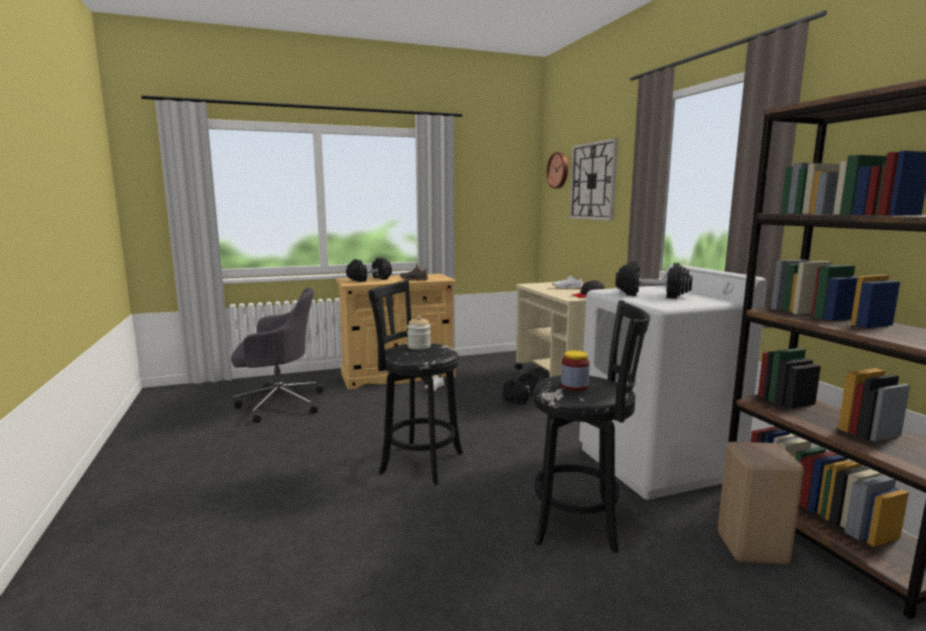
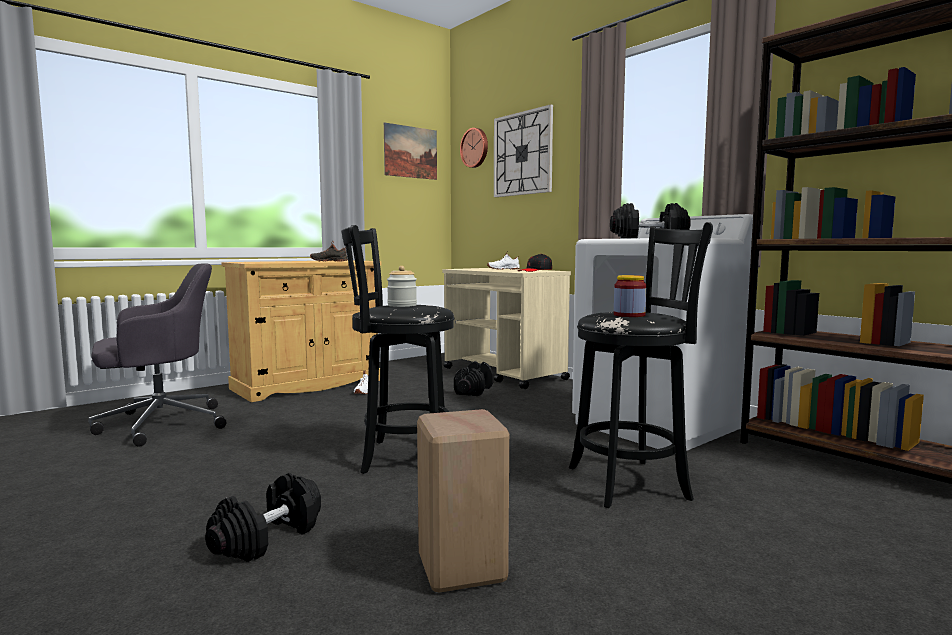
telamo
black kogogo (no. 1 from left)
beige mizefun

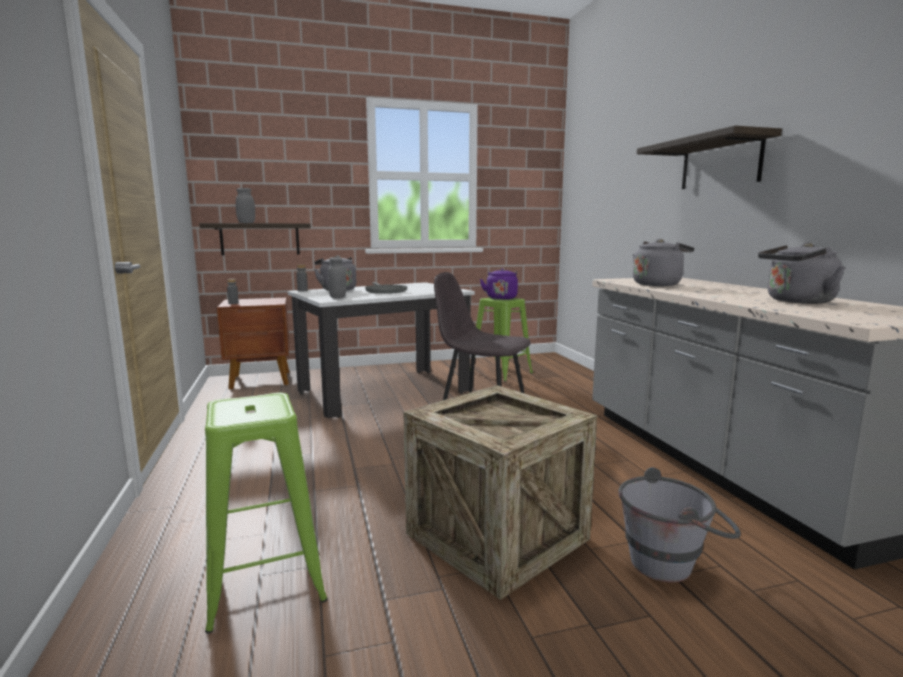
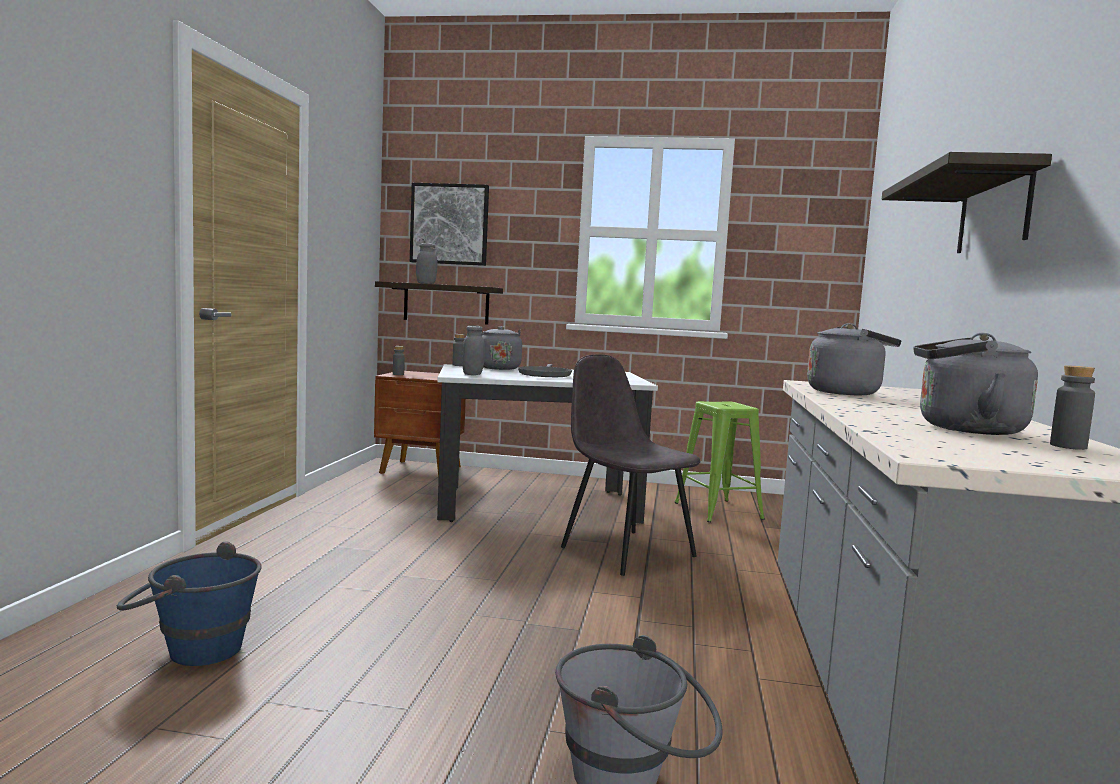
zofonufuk
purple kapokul
telamo
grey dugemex (no. 3 from left)
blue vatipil

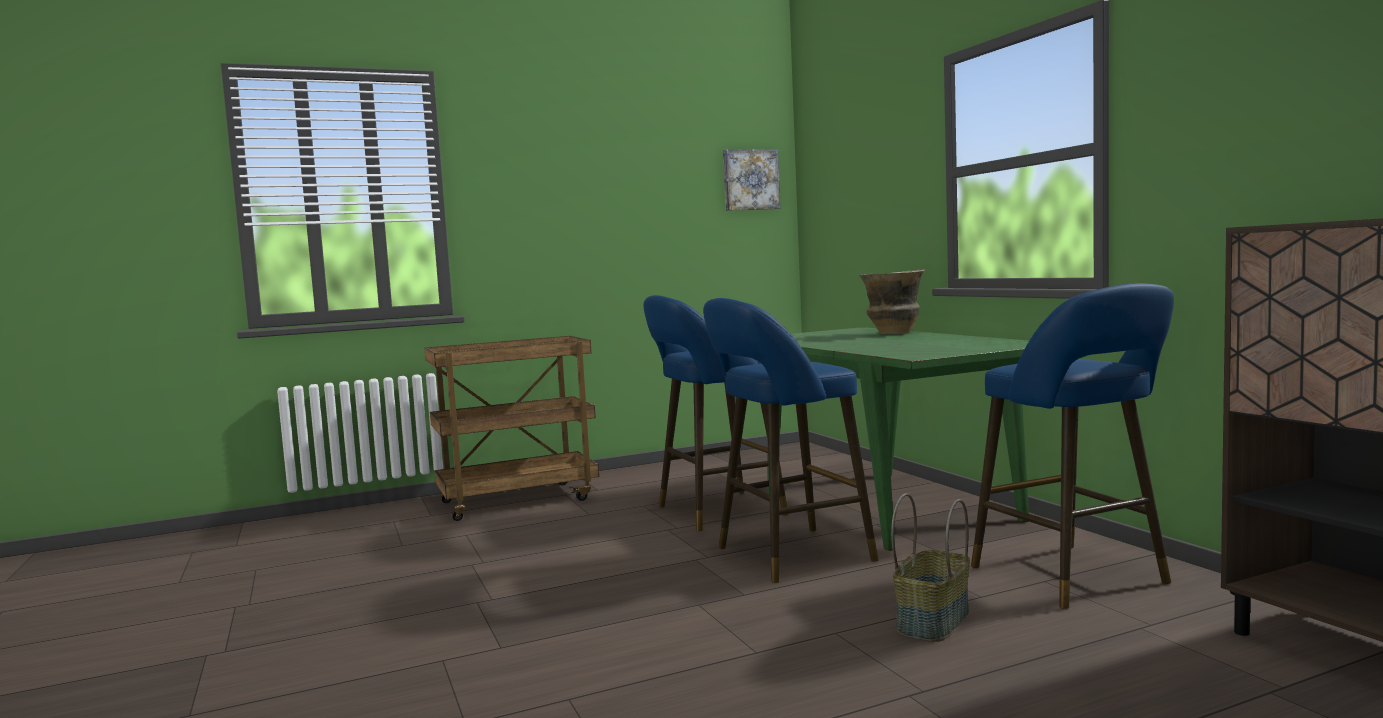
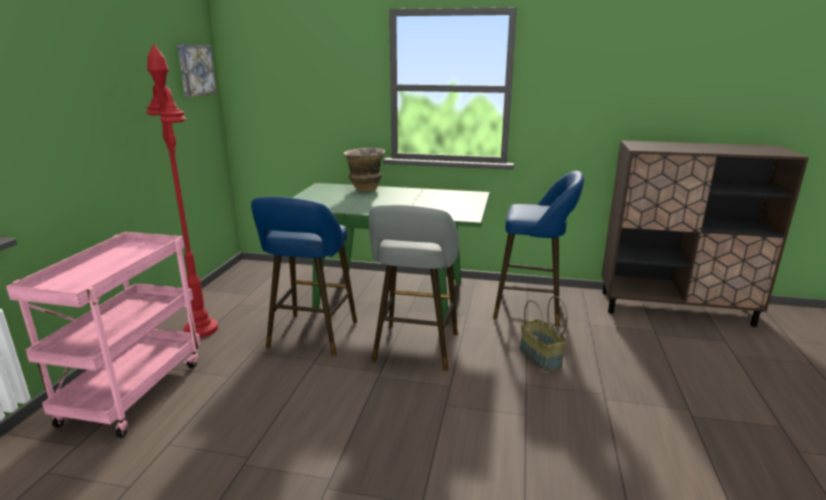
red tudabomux
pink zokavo
grey mizefun

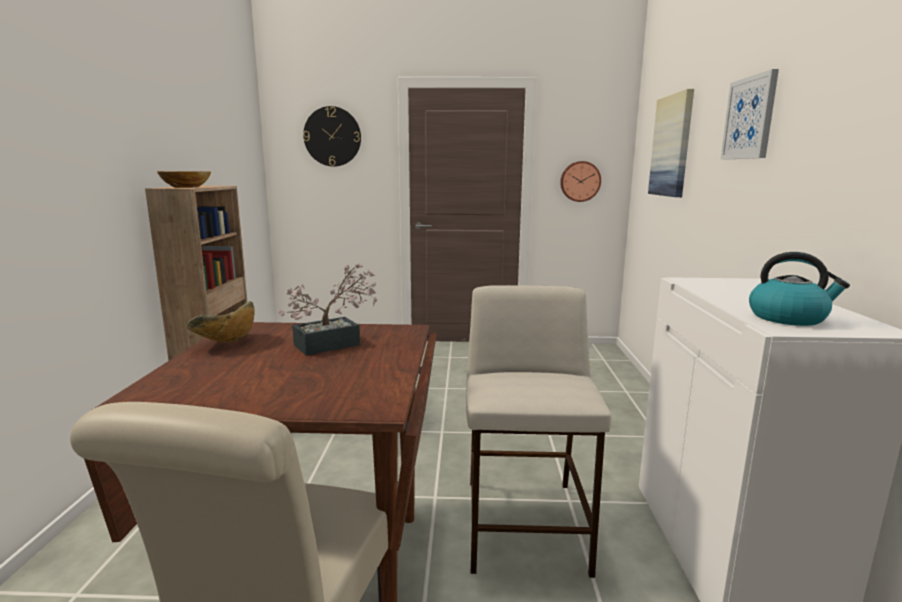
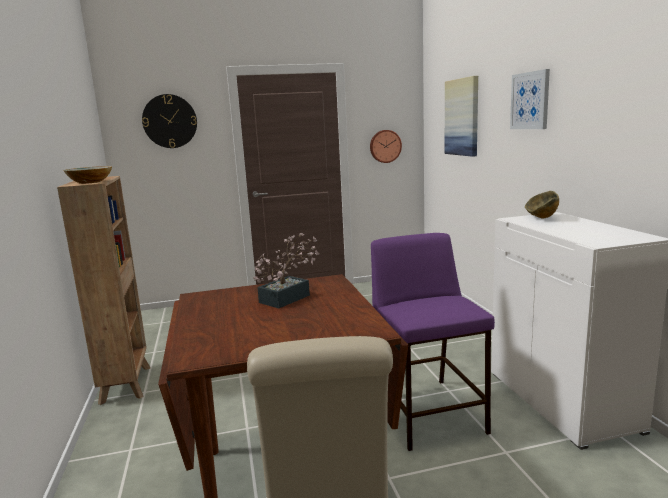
kapokul
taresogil (no. 2 from left)
purple mizefun

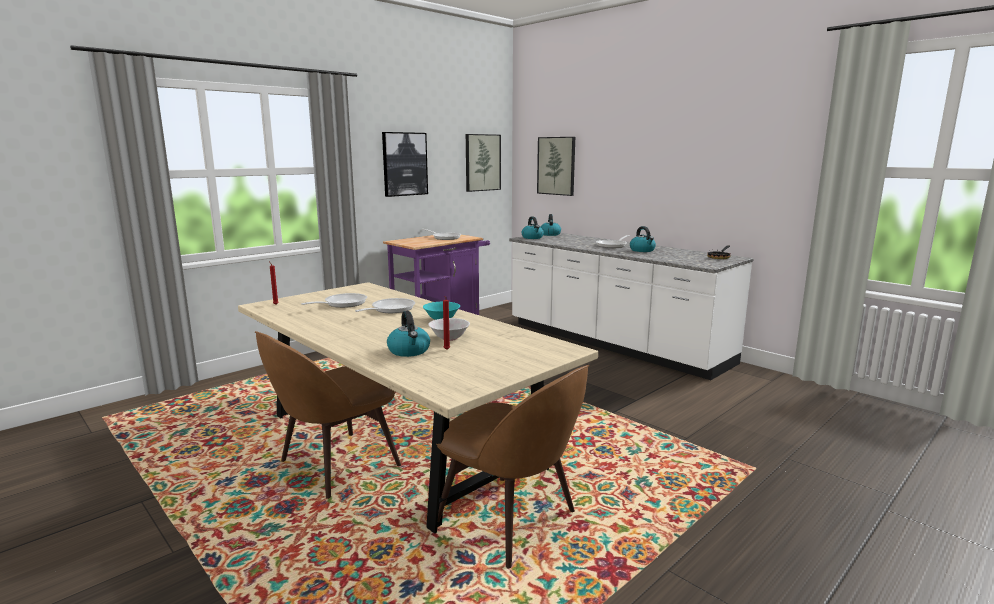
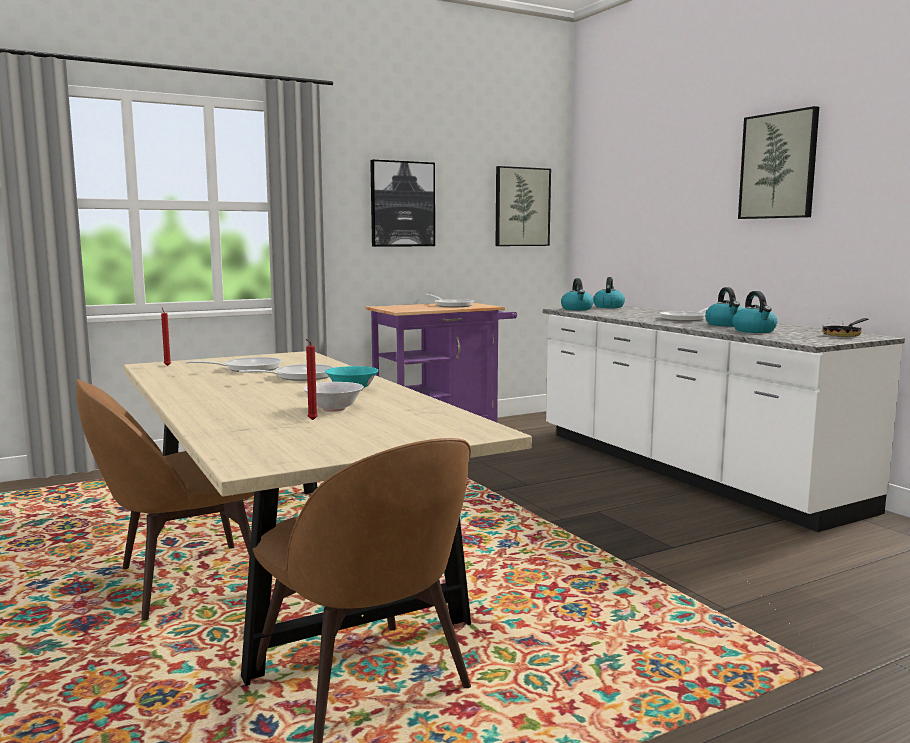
kapokul (no. 4 from left)
telamo (no. 3 from left)

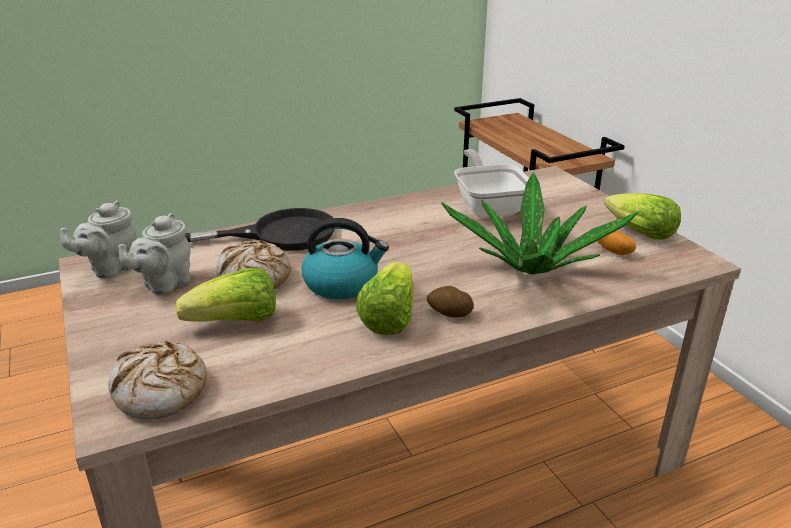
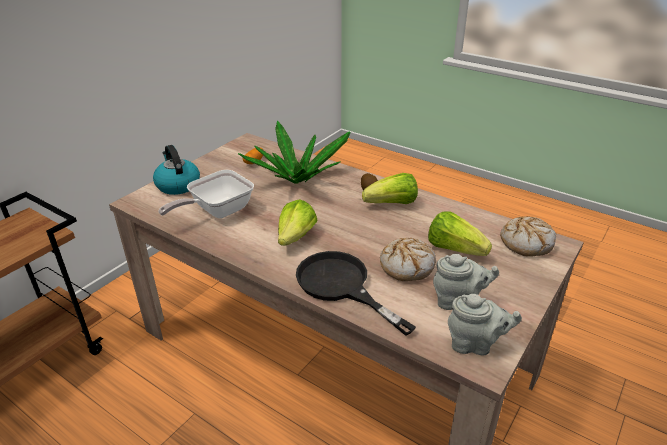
kapokul
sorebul (no. 1 from left)

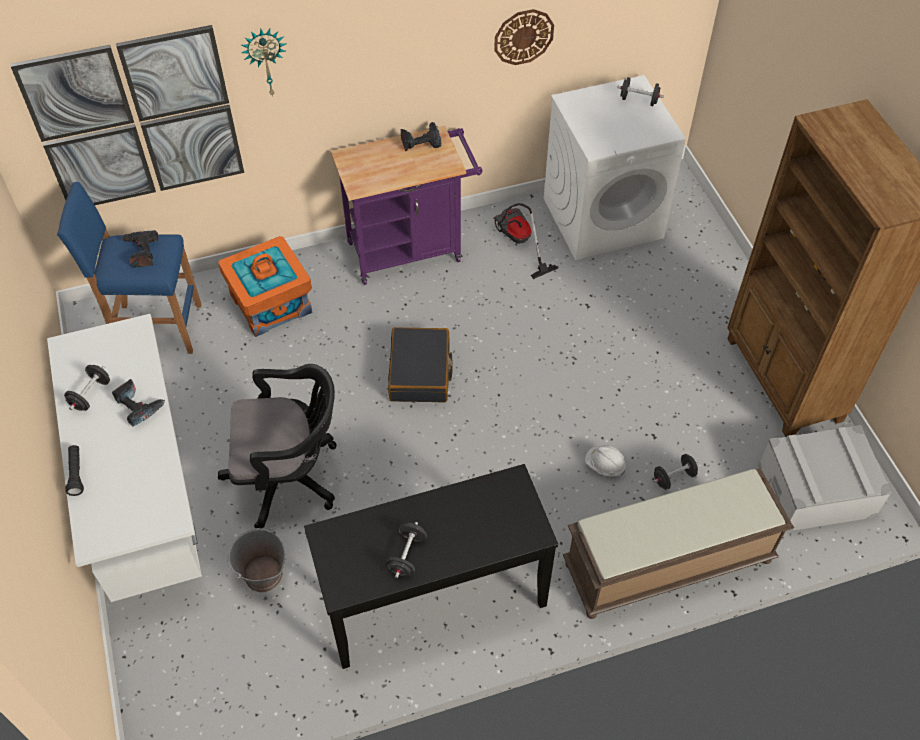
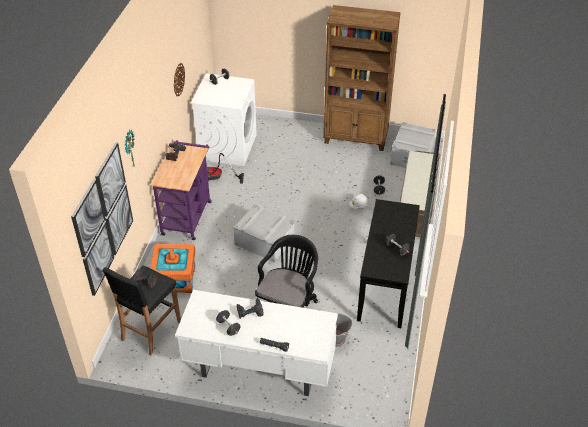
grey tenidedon (no. 1 from left)
black mizefun

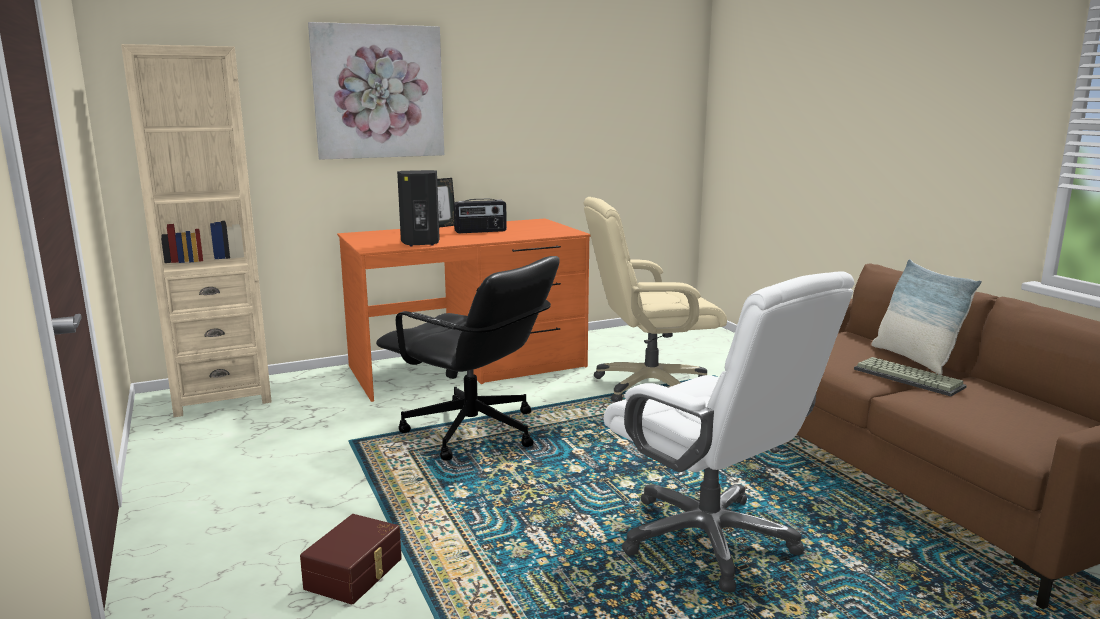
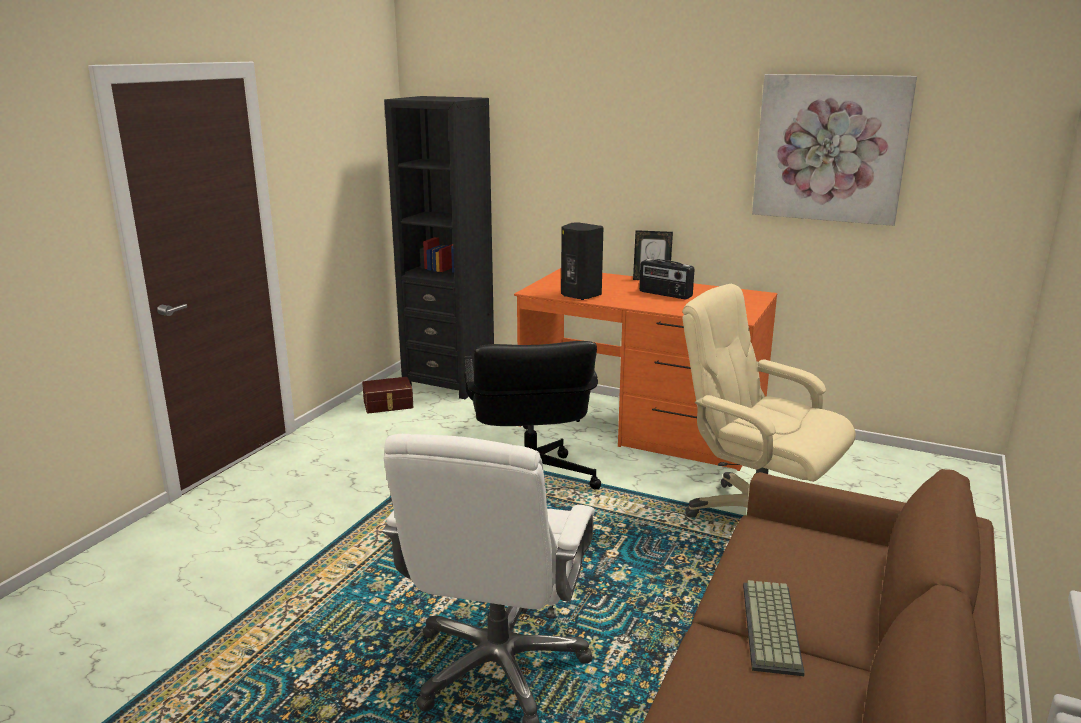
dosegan
brown tenidedon
telamo
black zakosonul

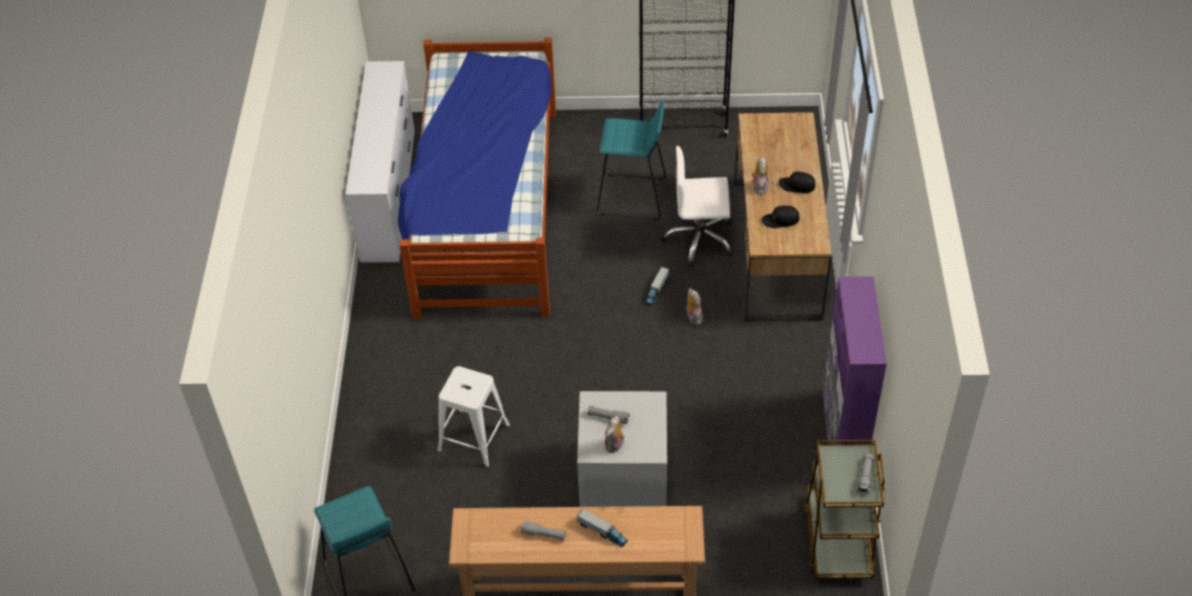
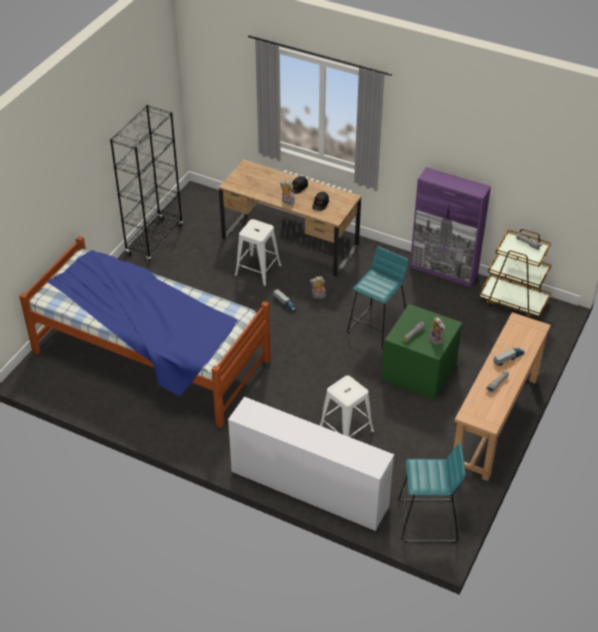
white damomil
turquoise mizefun (no. 1 from left)
white mizefun (no. 1 from left)
green tenidedon

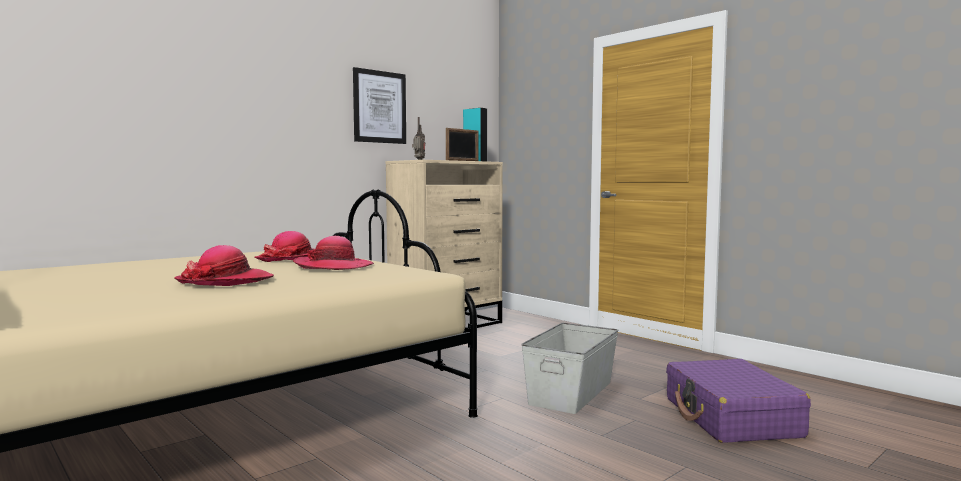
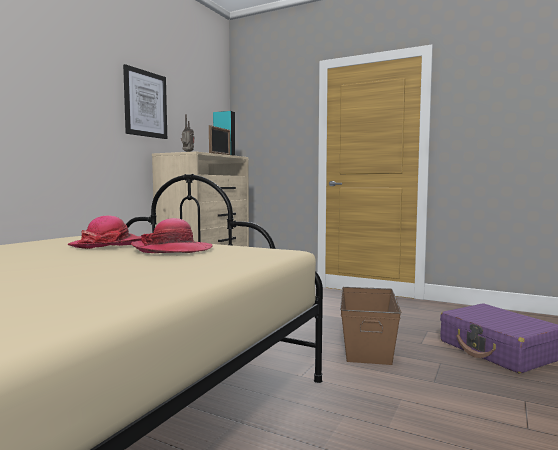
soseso (no. 1 from left in the first image)
brown tenidedon

